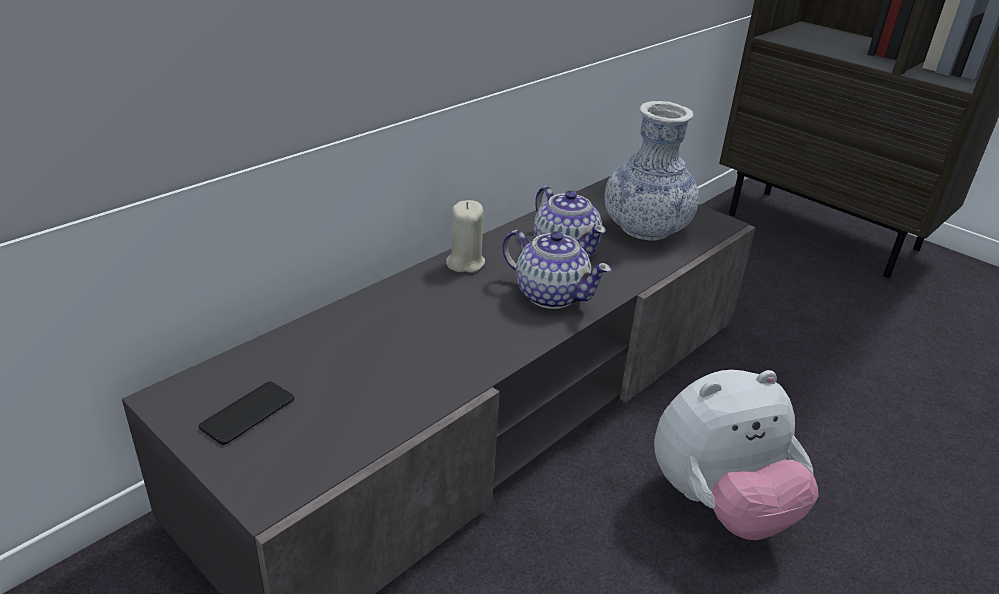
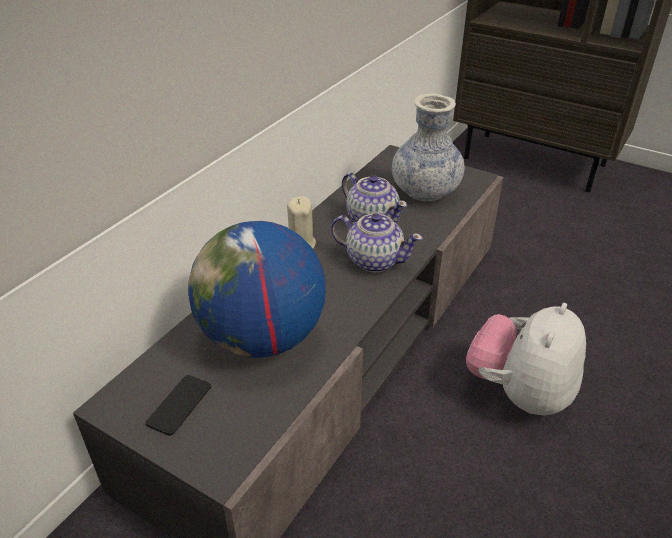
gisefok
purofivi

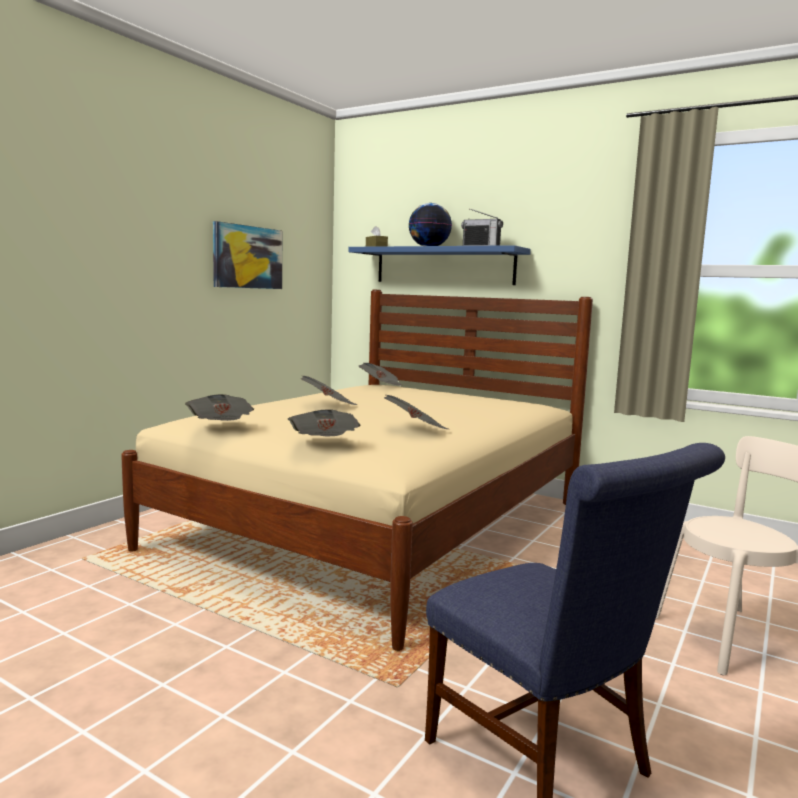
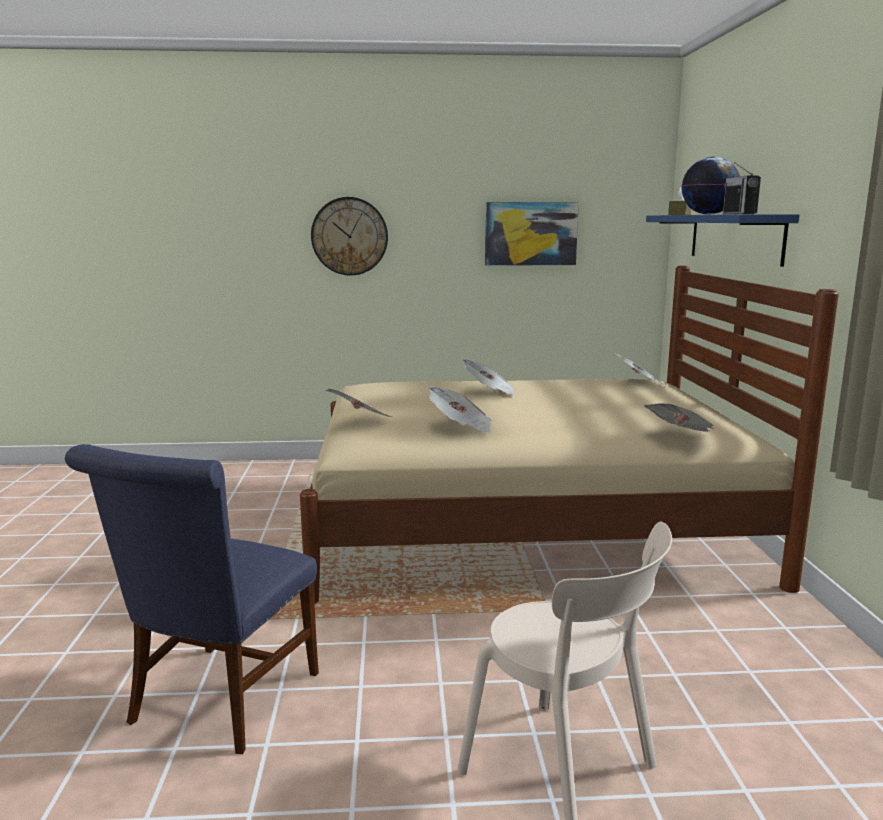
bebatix
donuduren (no. 5 from left)

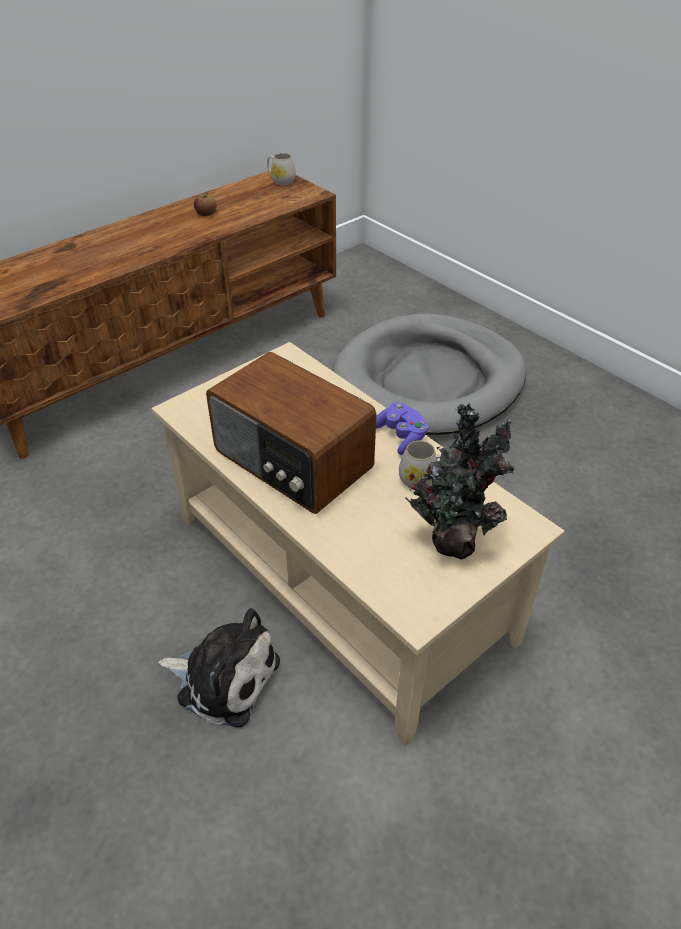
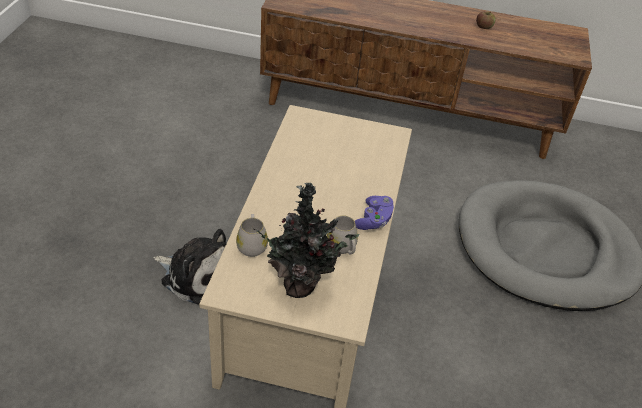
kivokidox
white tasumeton (no. 1 from left)
purofivi

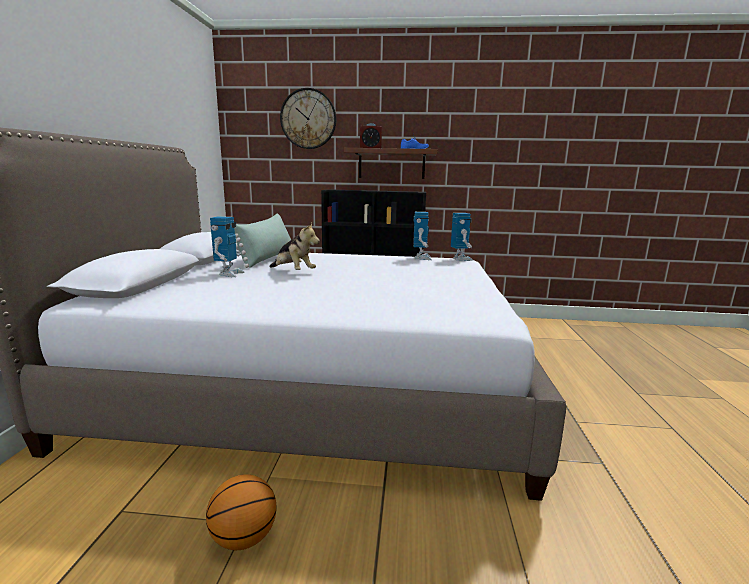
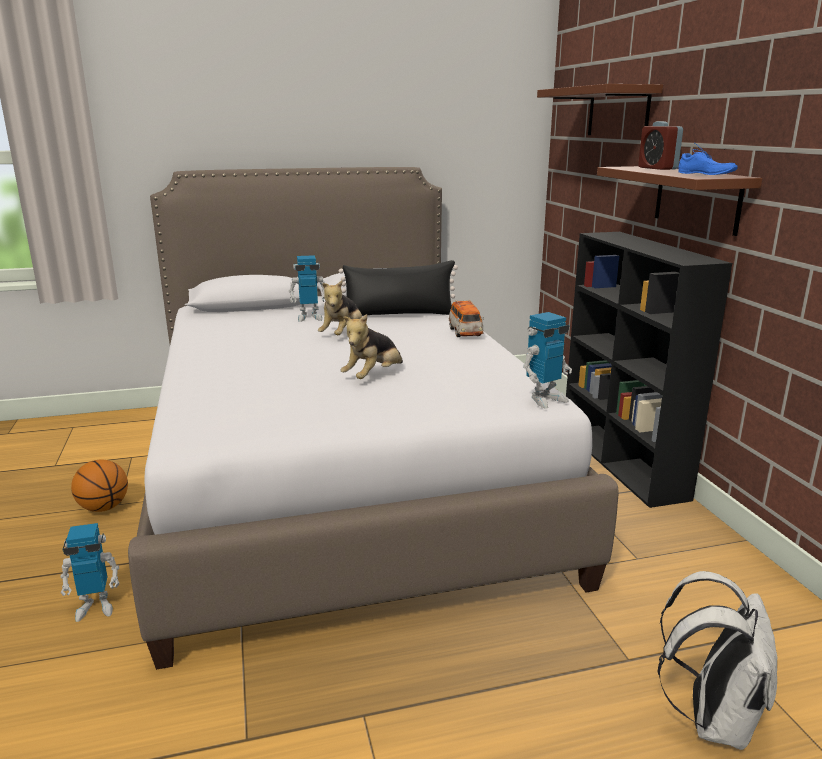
purofivi (no. 2 from left)
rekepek
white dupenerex
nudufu (no. 1 from left)
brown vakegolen (no. 1 from left)
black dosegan

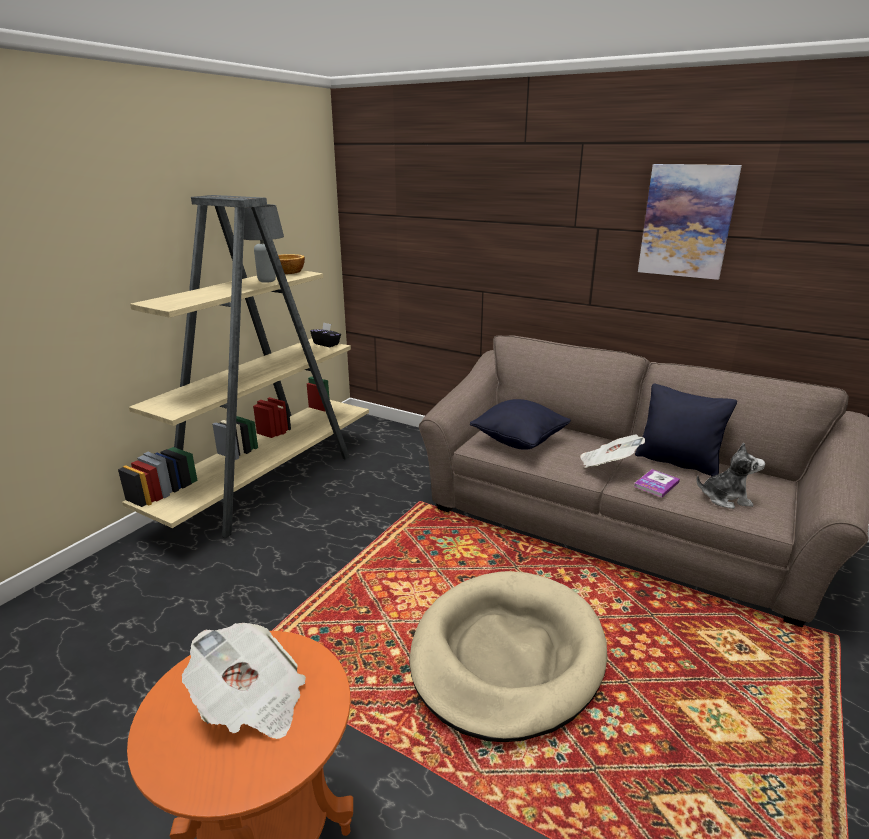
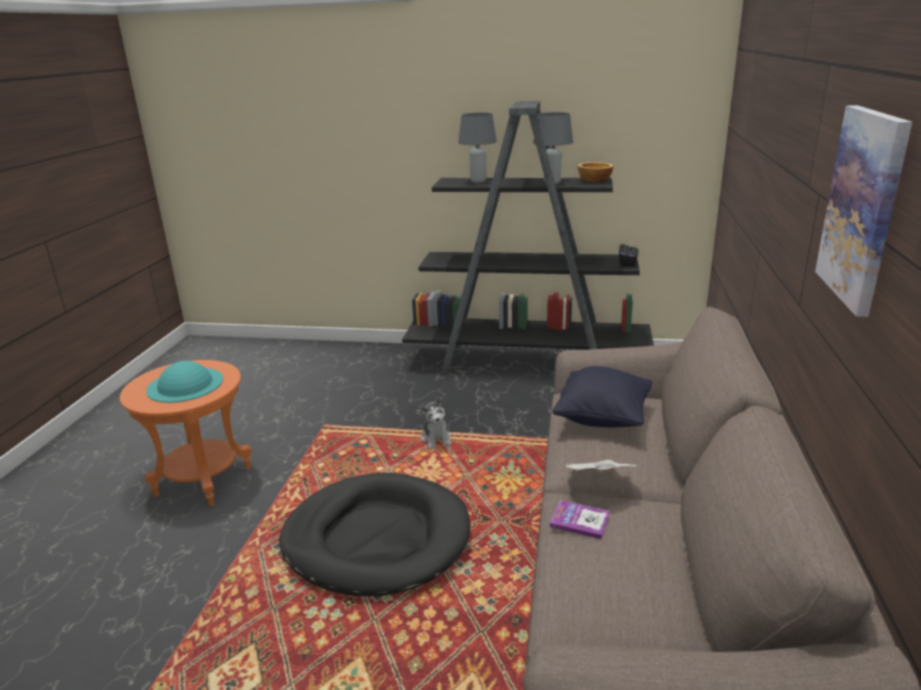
black dosegan (no. 2 from left in the first image)
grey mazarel (no. 1 from left)
purofivi
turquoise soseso
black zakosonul
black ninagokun

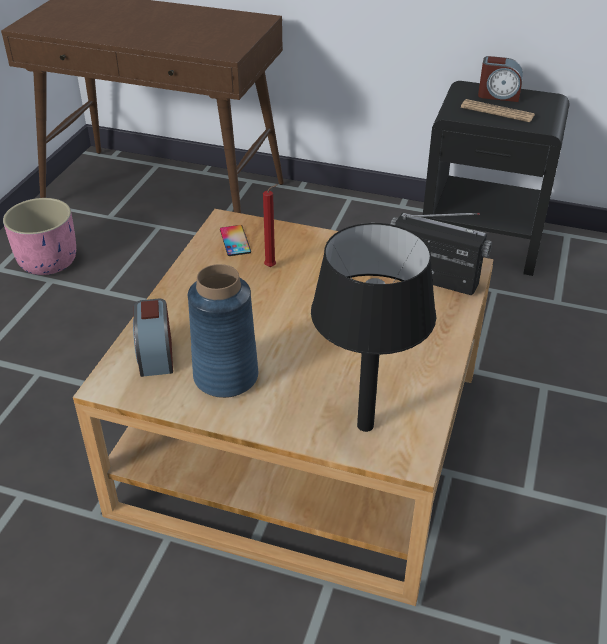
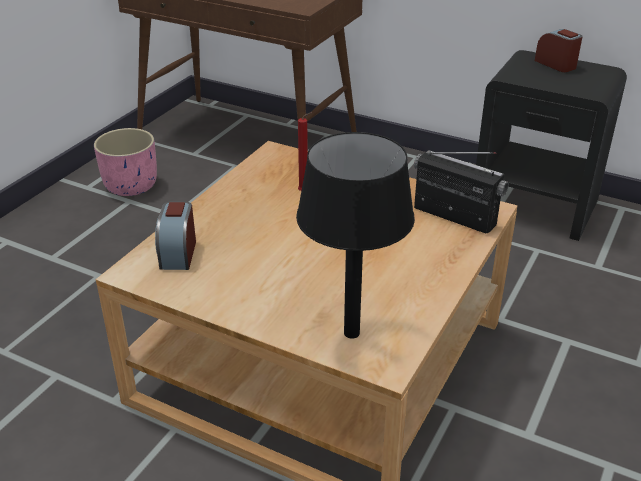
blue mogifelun
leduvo
donuduren
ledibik (no. 2 from left)

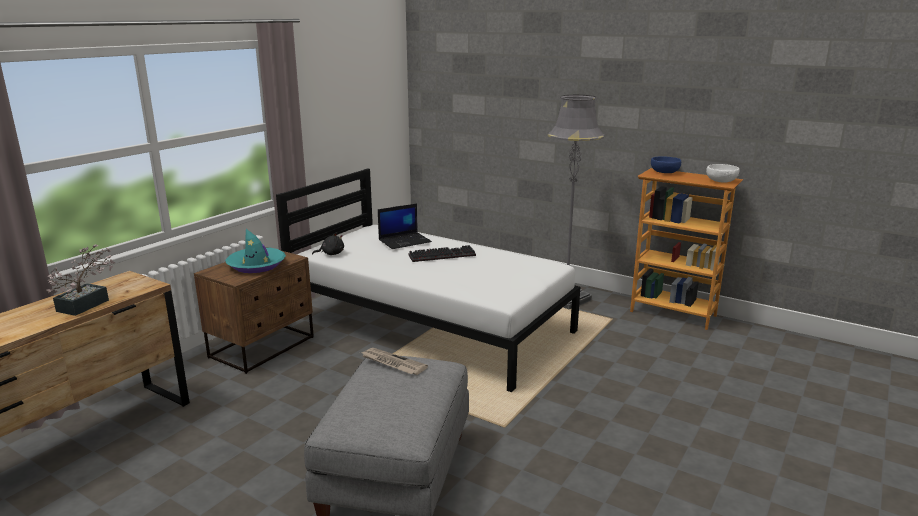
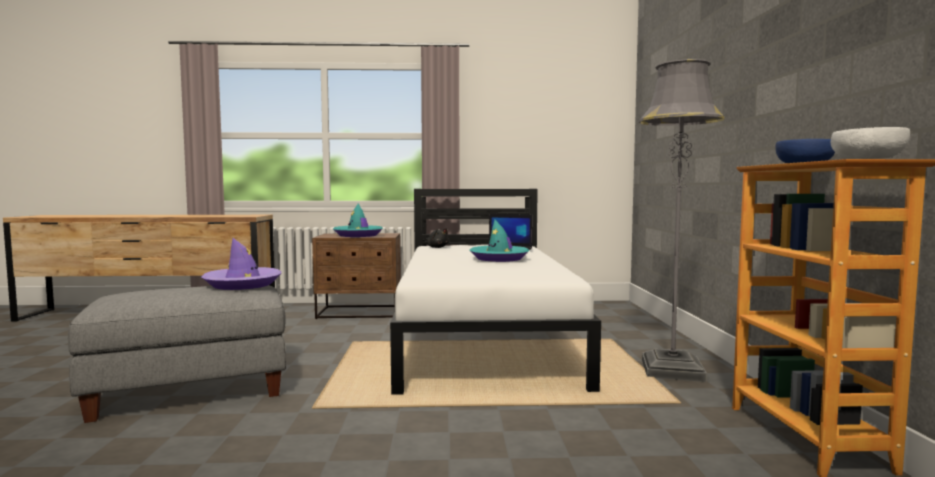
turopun
purple soseso
turquoise soseso (no. 2 from left)

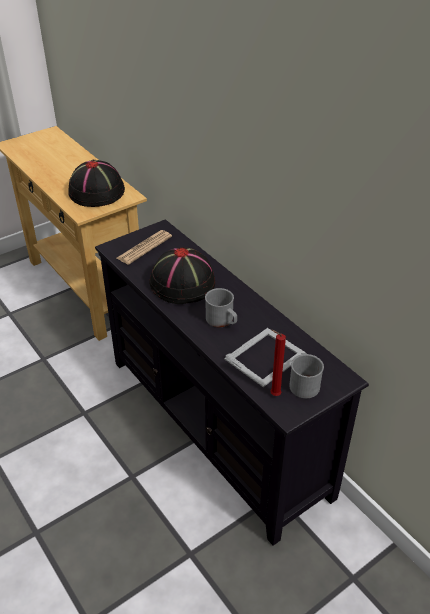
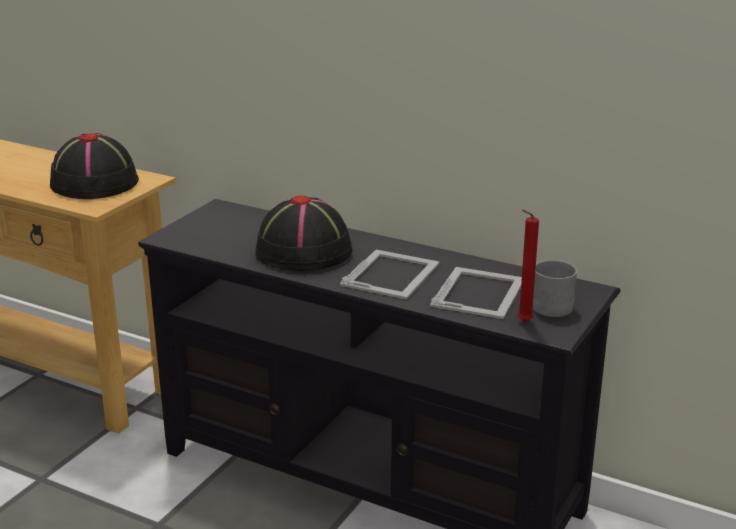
donuduren
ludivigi (no. 1 from left)

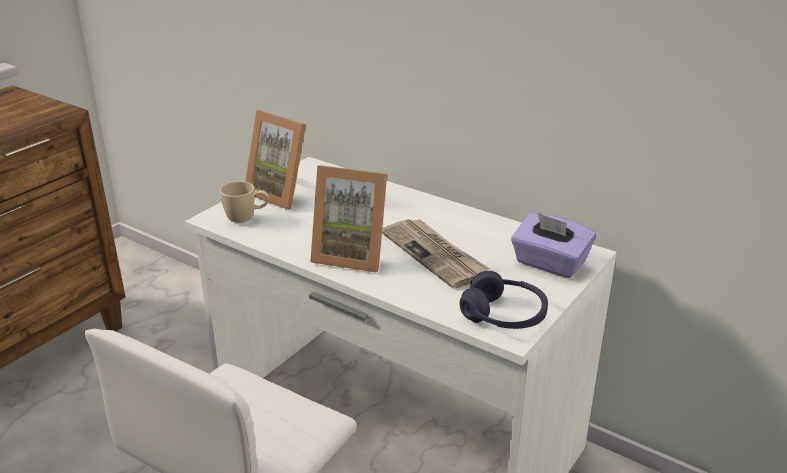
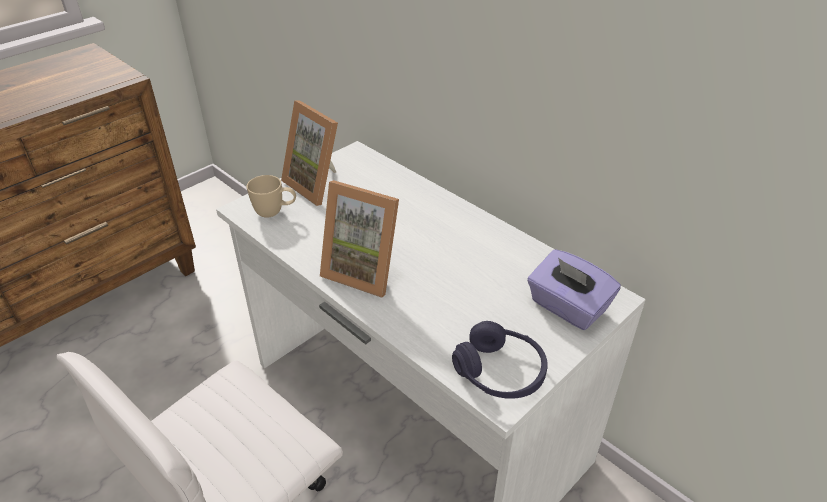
donuduren

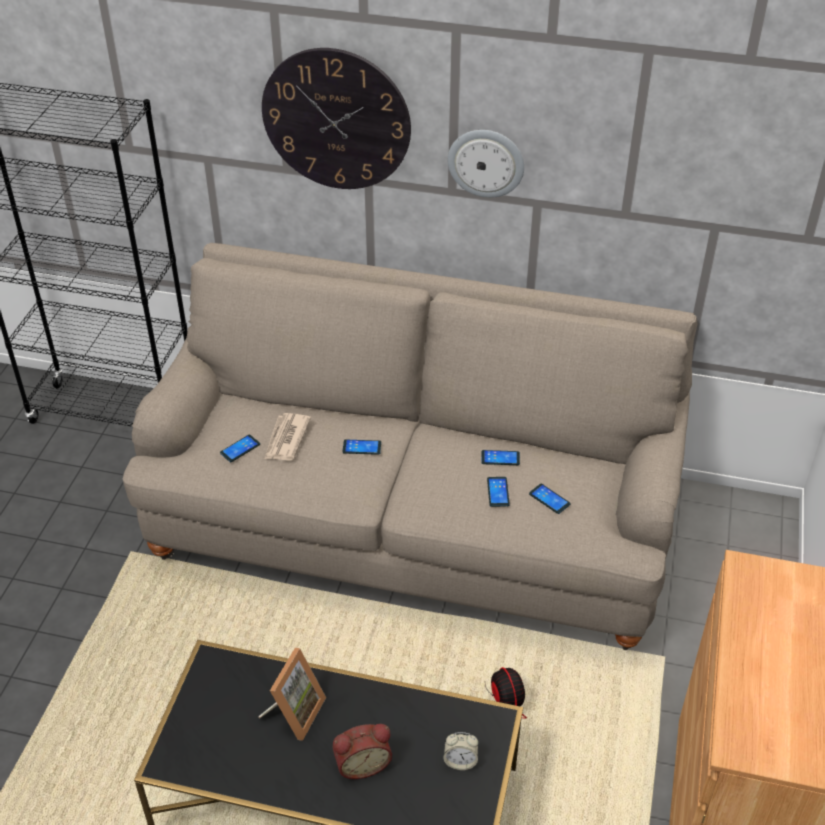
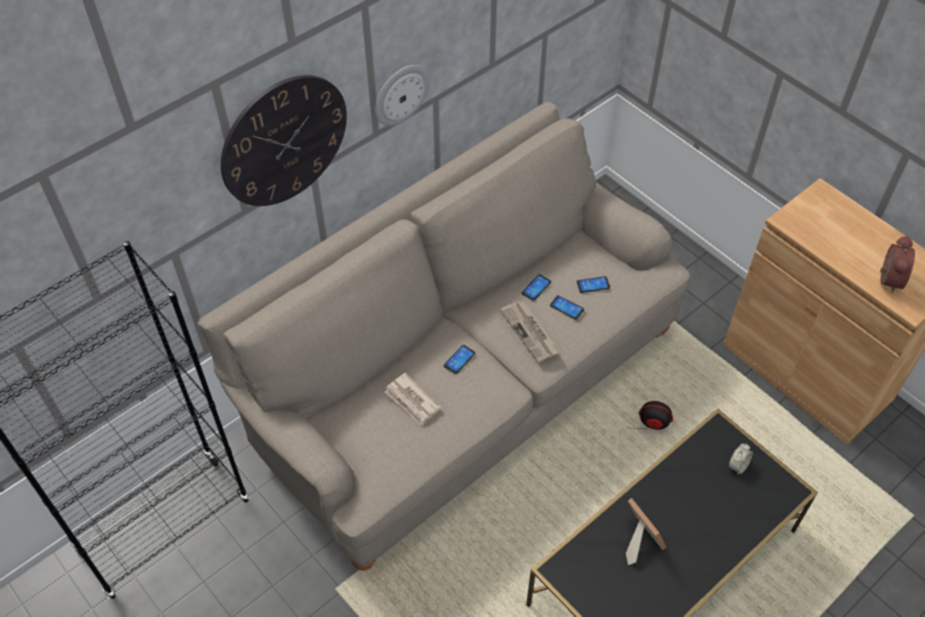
leduvo (no. 1 from left in the first image)
donuduren (no. 2 from left)
ledibik (no. 2 from left)

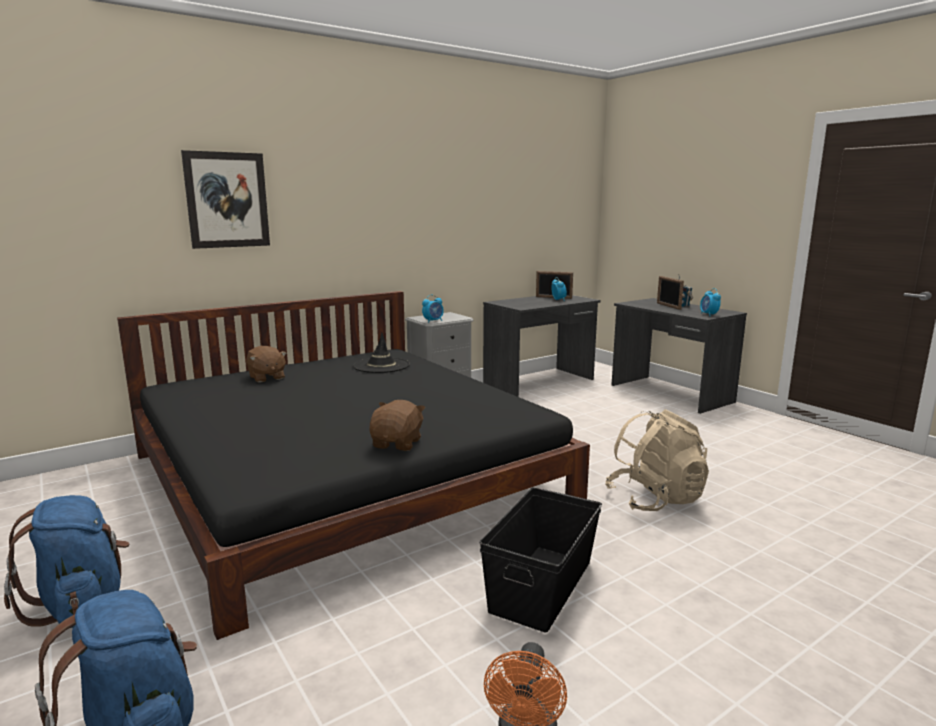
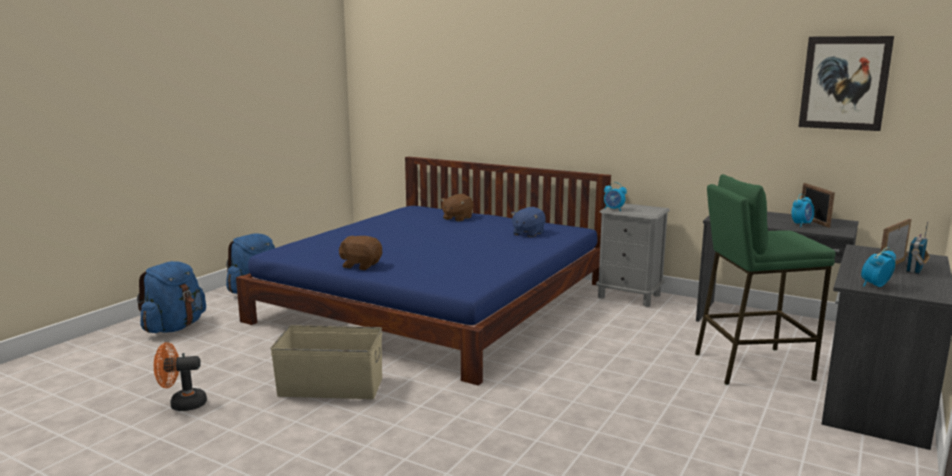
beige dupenerex
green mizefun
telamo
blue purofivi
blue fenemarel
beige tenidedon
brown purofivi (no. 1 from left)

